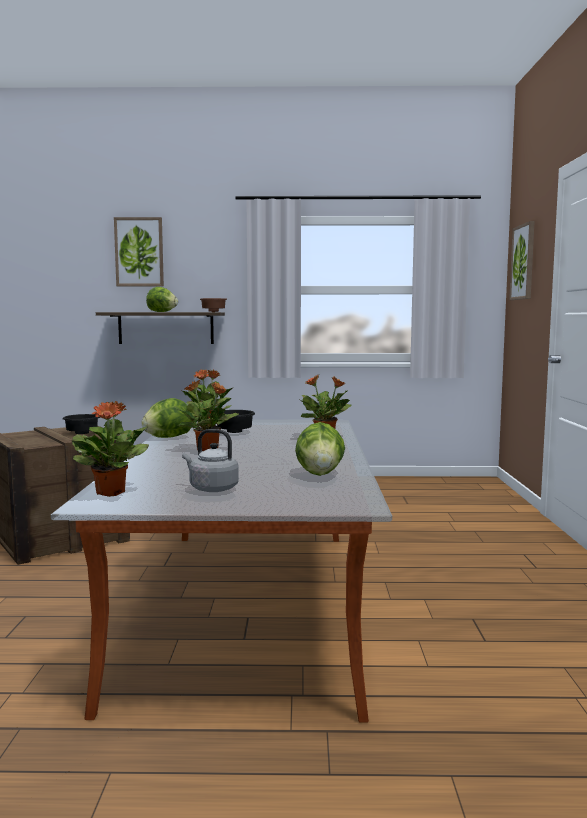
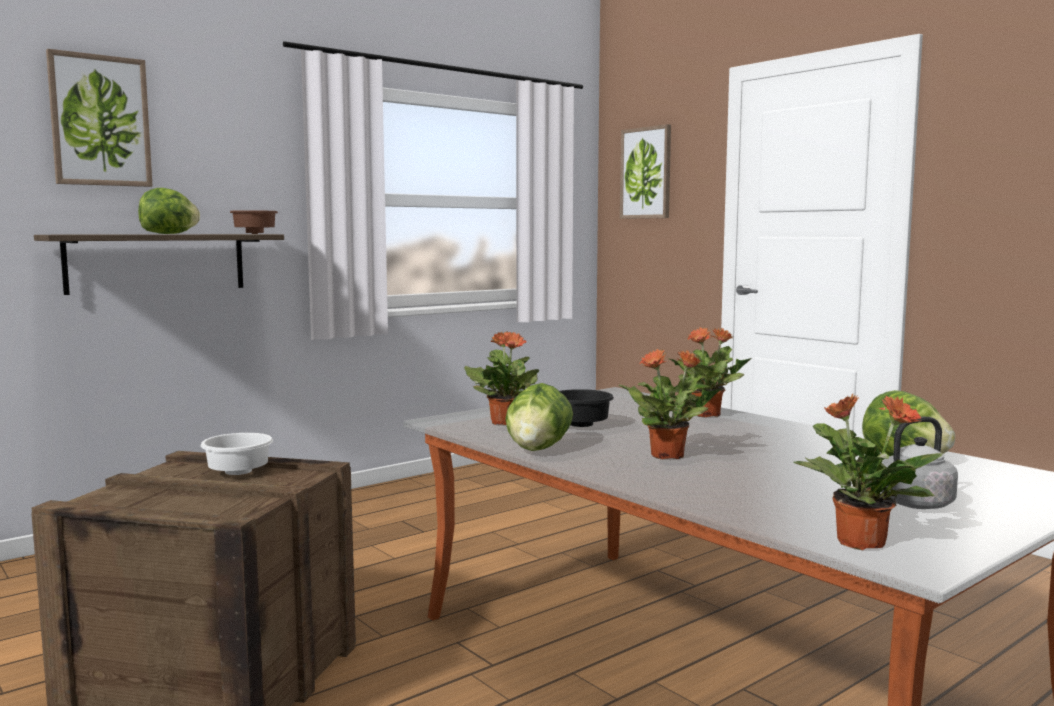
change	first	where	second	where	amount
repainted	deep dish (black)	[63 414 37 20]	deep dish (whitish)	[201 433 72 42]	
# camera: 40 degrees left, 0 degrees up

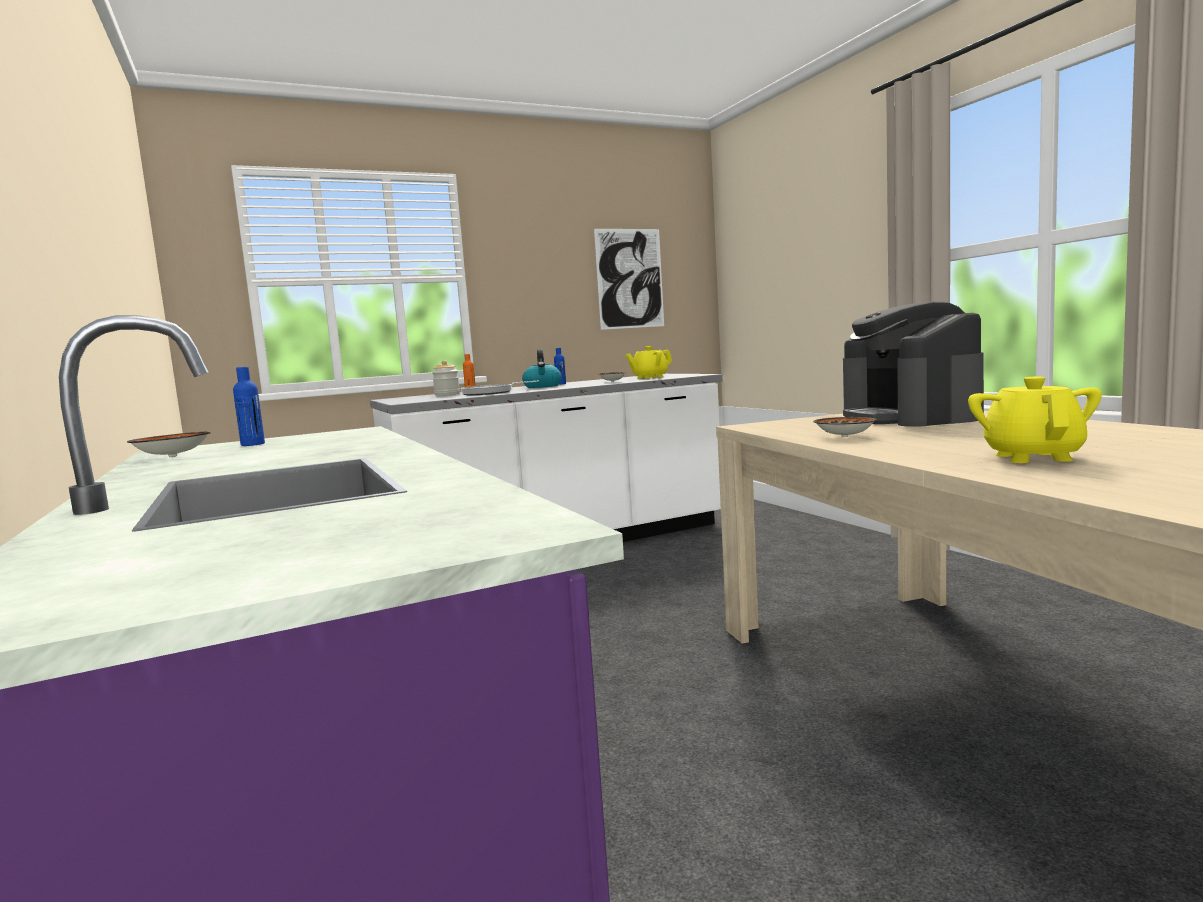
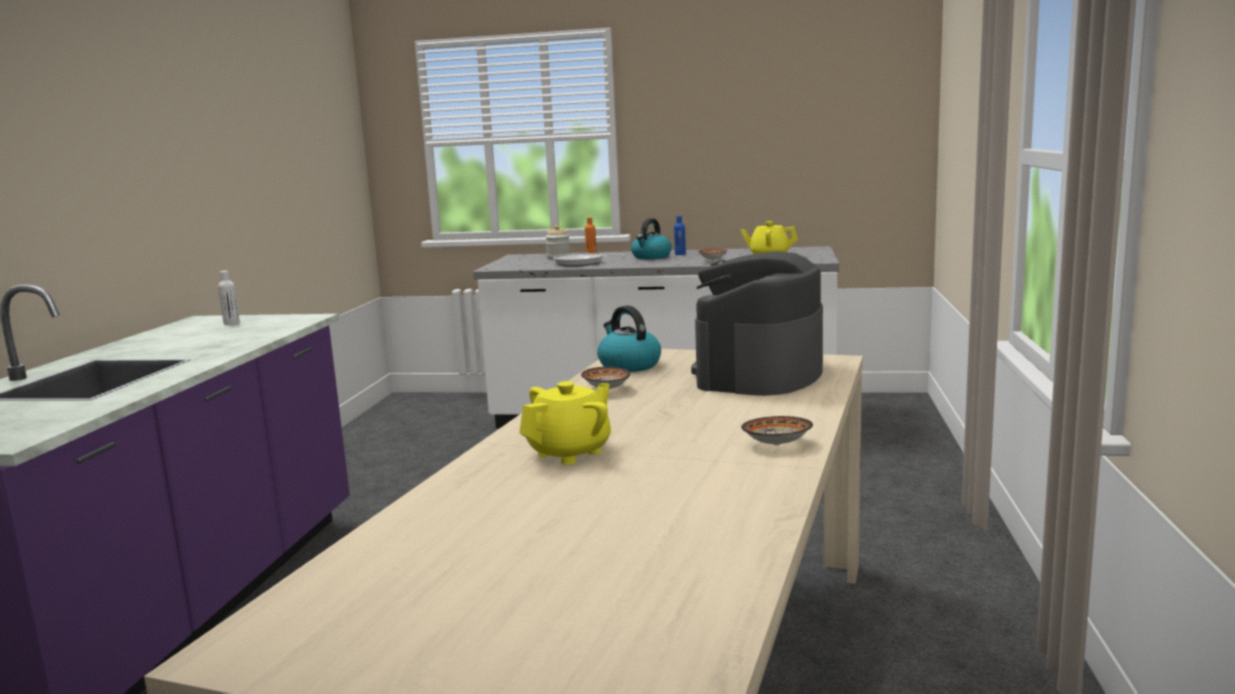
change	first	where	second	where	amount
repainted	bottle (blue-coloured)	[233 367 32 79]	bottle (whitish)	[218 271 22 54]	
new			kettle	[597 305 64 67]	
shifted	deep dish	[127 432 84 25]		[741 416 72 30]	
gone	wall art	[594 229 70 101]			
# camera: 35 degrees right, 5 degrees up

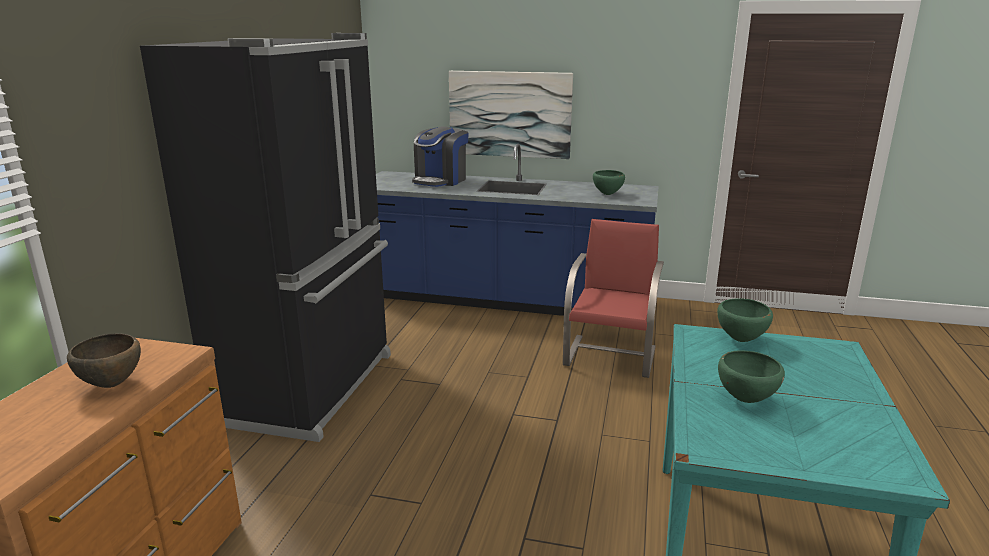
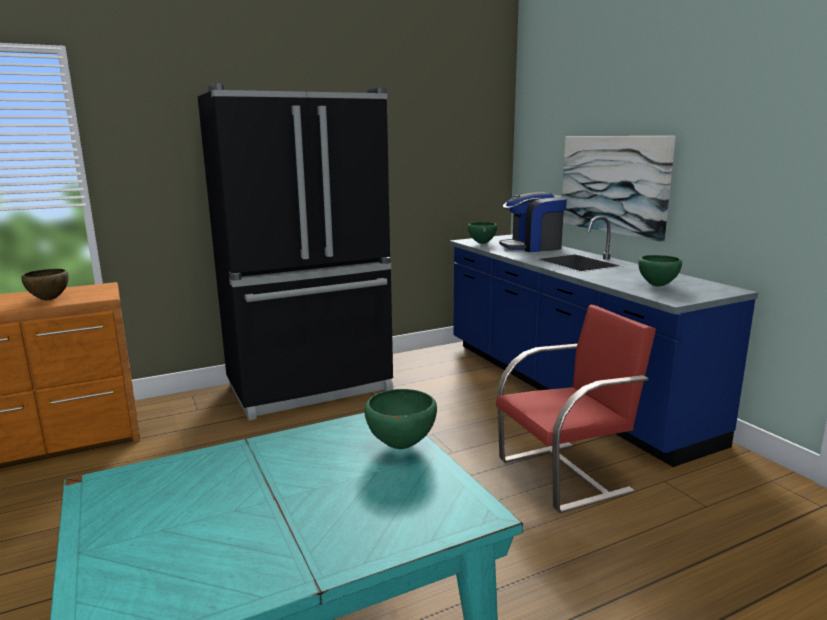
change	first	where	second	where	amount
shifted	deep dish (green-coloured)	[718 350 67 53]		[468 222 29 22]	
# camera: 50 degrees right, 5 degrees down

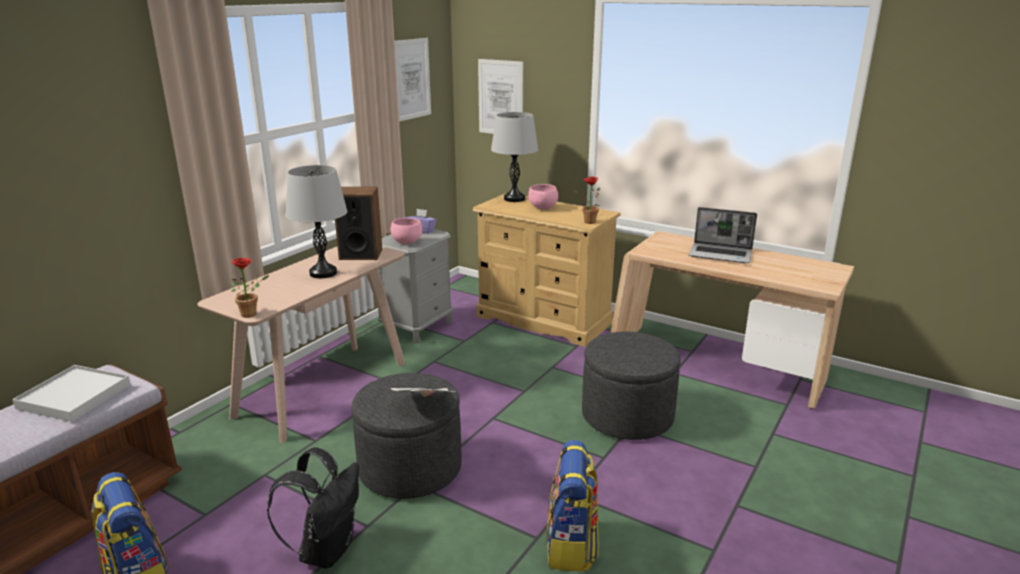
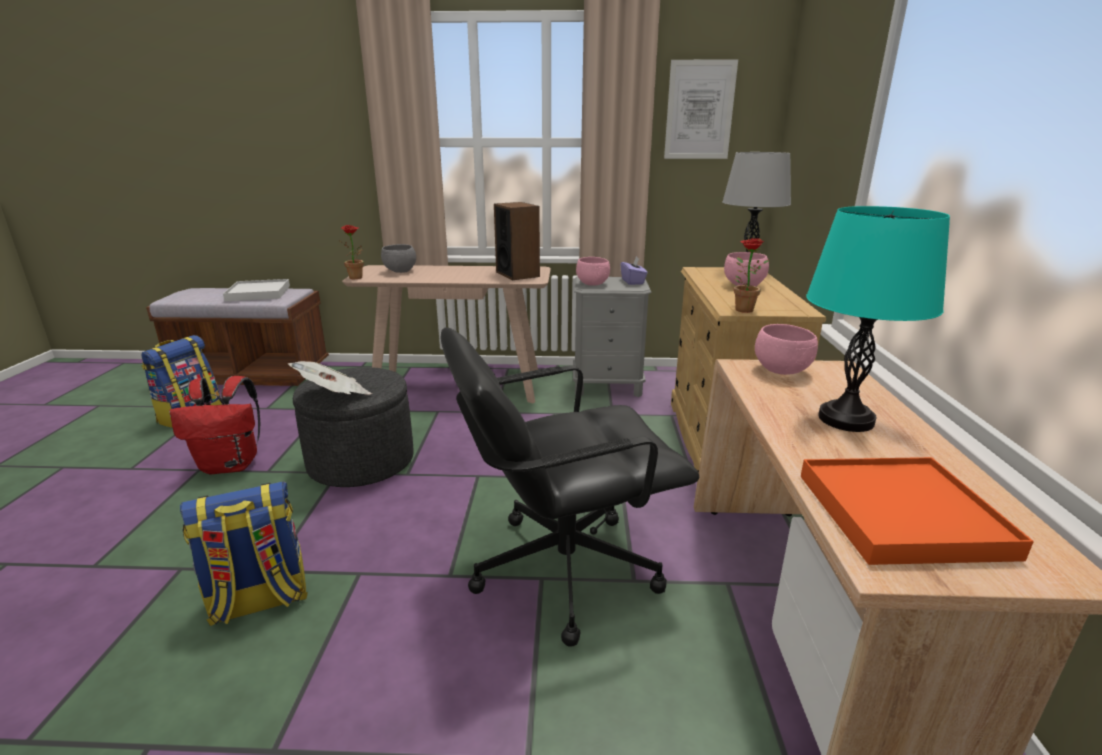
change	first	where	second	where	amount
repainted	knapsack (black)	[267 447 92 122]	knapsack (red-coloured)	[169 376 91 98]	
new			deep dish (grey)	[381 244 35 29]	
swapped	ottoman (grey)	[582 332 99 108]	office chair (black)	[441 327 258 320]	
new			deep dish (pink)	[755 324 63 51]	
new			serving tray (orange)	[801 457 233 108]	
swapped	notebook computer	[689 207 68 56]	tabletop lamp (turquoise)	[806 206 144 226]	
gone	tabletop lamp (grey)	[286 165 61 113]			
gone	wall art	[478 59 45 75]			
# camera: 60 degrees right, 0 degrees up

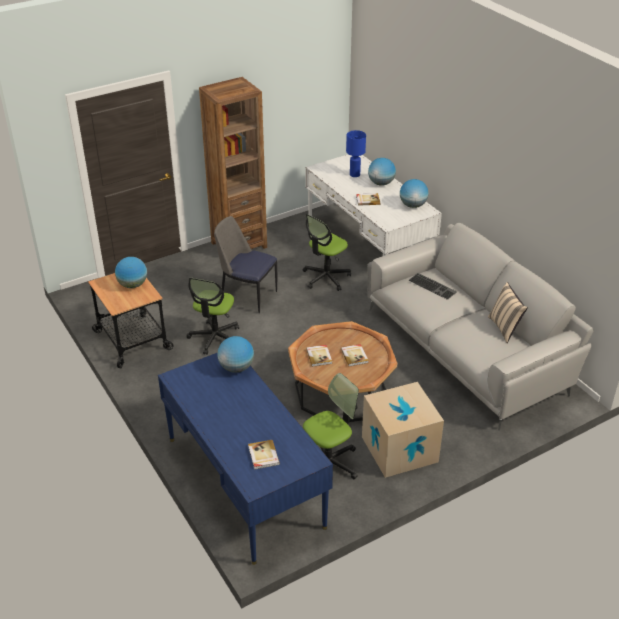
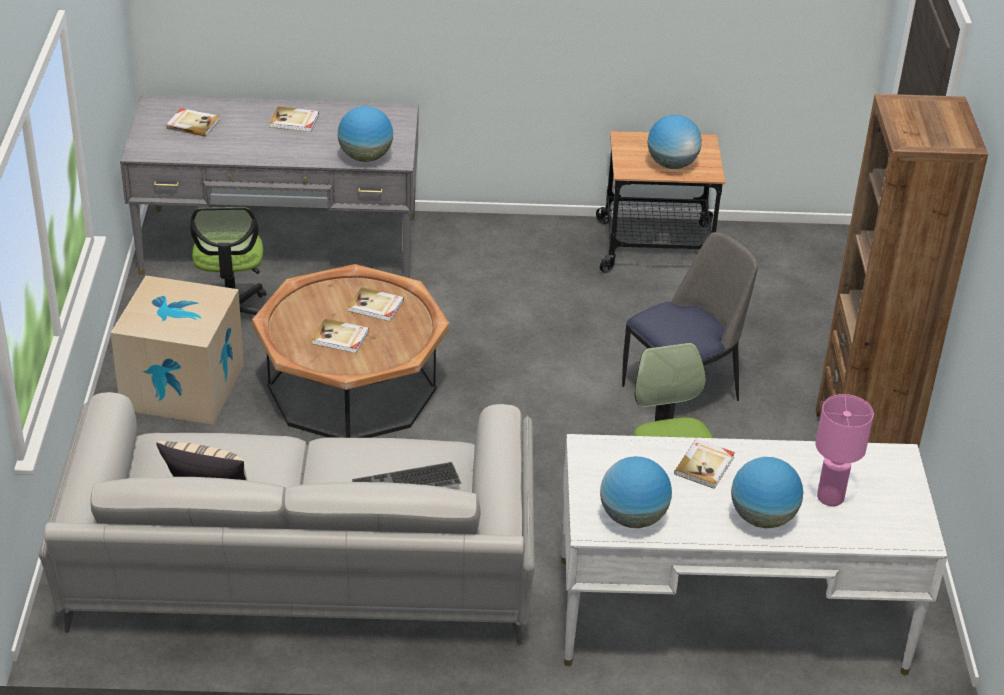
change	first	where	second	where	amount
repainted	desk unit (blue-coloured)	[158 352 175 213]	desk unit (grey)	[120 95 299 183]	
new			volume	[270 106 49 26]	
repainted	tabletop lamp (blue-coloured)	[346 130 20 47]	tabletop lamp (pink)	[816 394 58 112]	
gone	office chair	[187 278 52 77]			
# camera: 120 degrees right, 0 degrees up

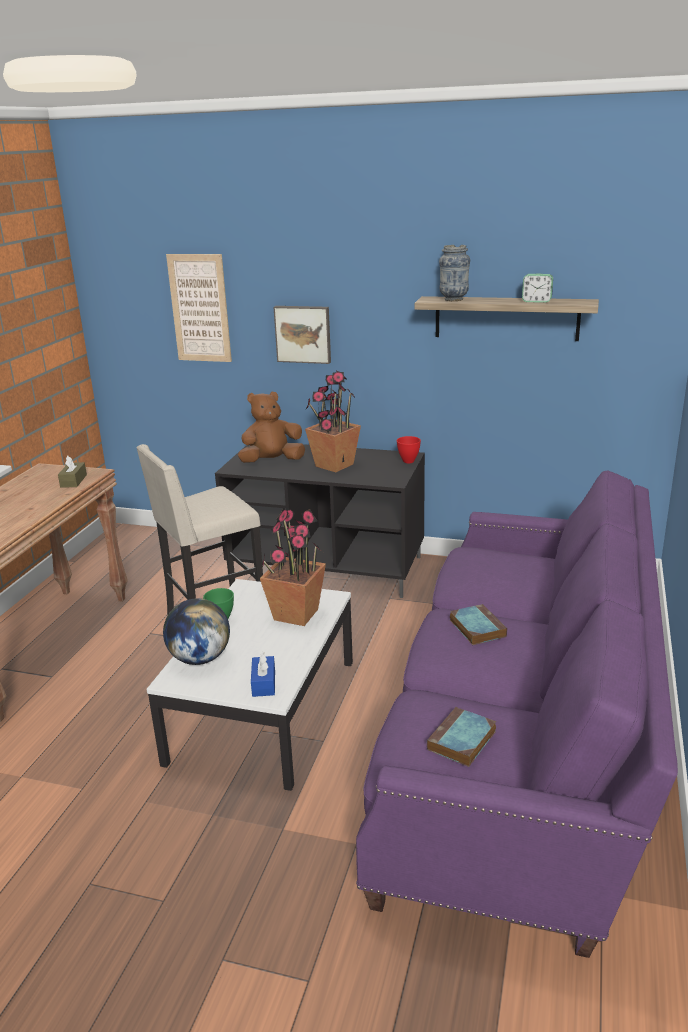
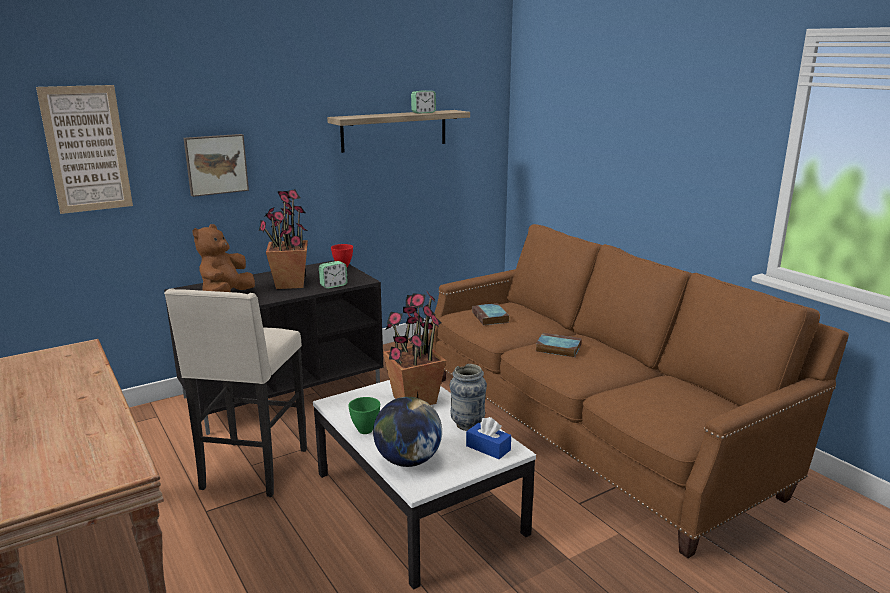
change	first	where	second	where	amount
new			bedside clock	[319 261 29 28]	
repainted	couch (purplish)	[356 470 322 488]	couch (brown)	[429 224 420 334]	
shifted	decorative vase	[439 245 31 56]		[450 364 37 67]	
shifted	volume	[427 707 69 60]		[472 303 37 22]	
gone	tissue box (brown)	[58 456 29 32]			
# camera: 50 degrees left, 5 degrees down

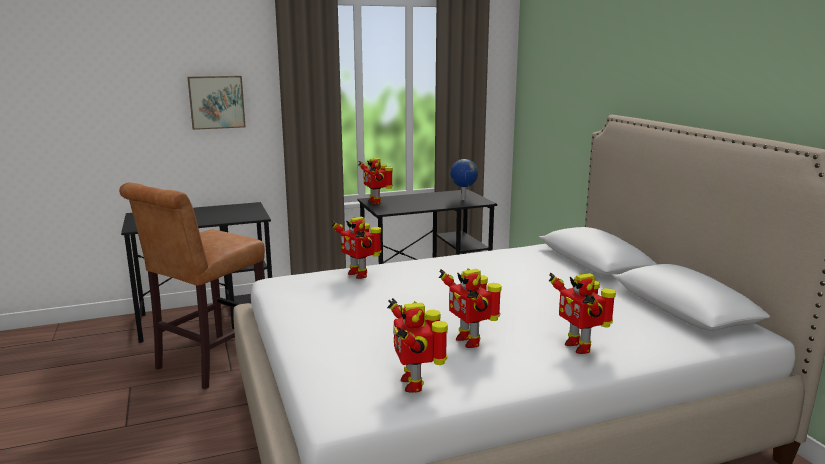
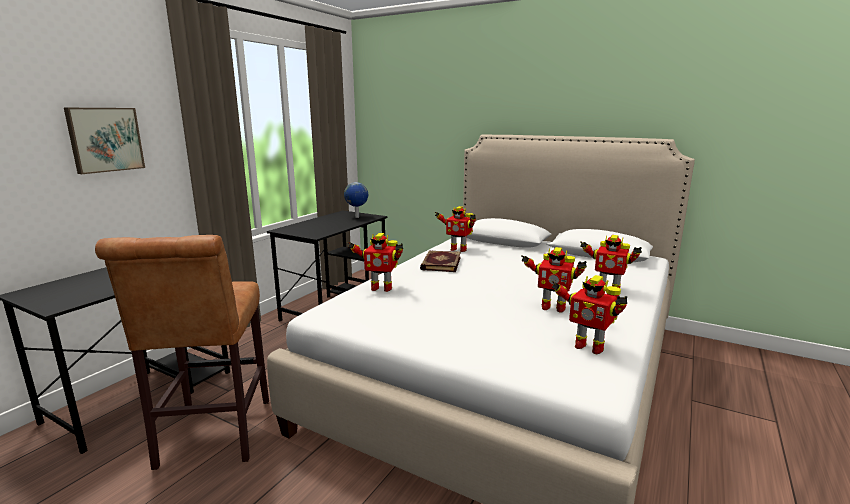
change	first	where	second	where	amount
new			volume	[420 250 41 22]	
shifted	robot figure	[358 158 35 47]		[435 206 41 46]	
# camera: 40 degrees left, 0 degrees up

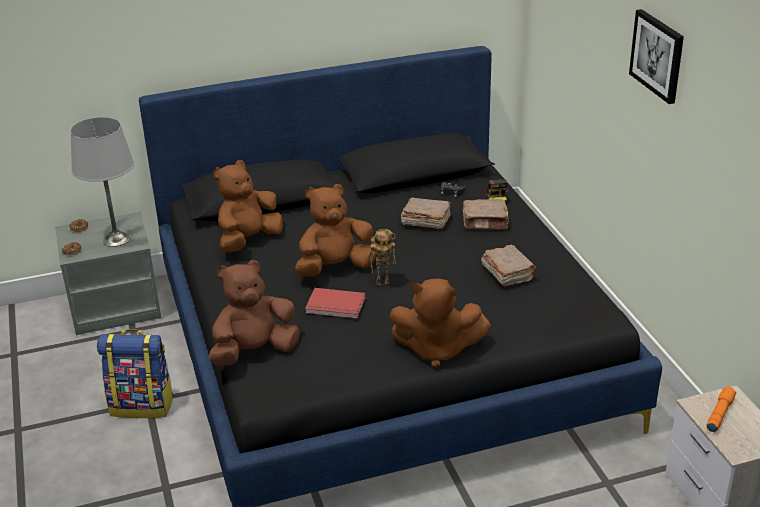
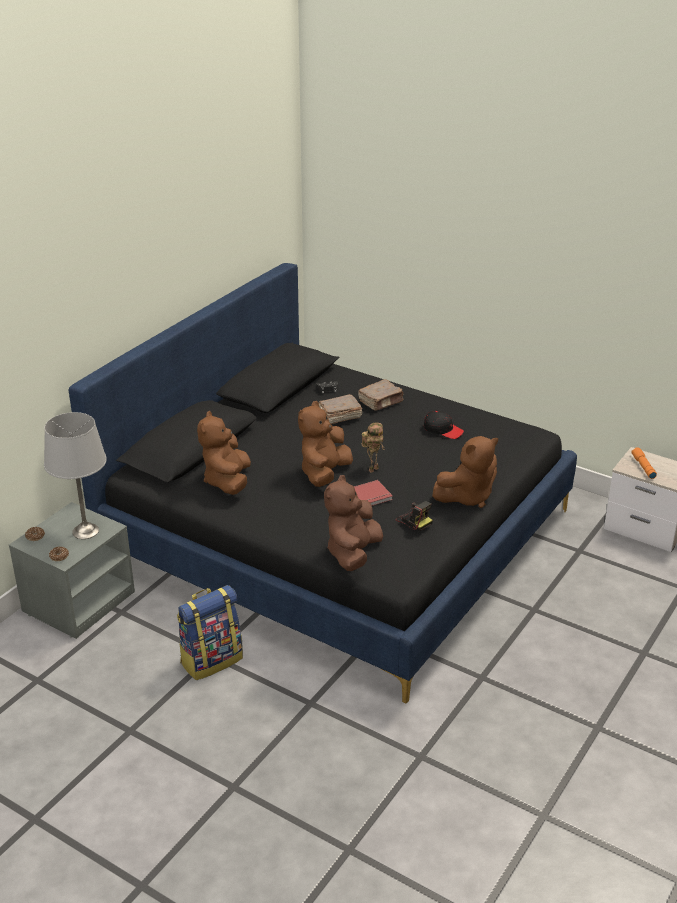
change	first	where	second	where	amount
shifted	still camera	[481 180 27 24]		[396 501 37 30]	
swapped	volume (brown)	[481 245 55 41]	baseball cap (black)	[424 410 40 29]	
gone	wall art	[629 9 55 95]			
# camera: 40 degrees left, 0 degrees up

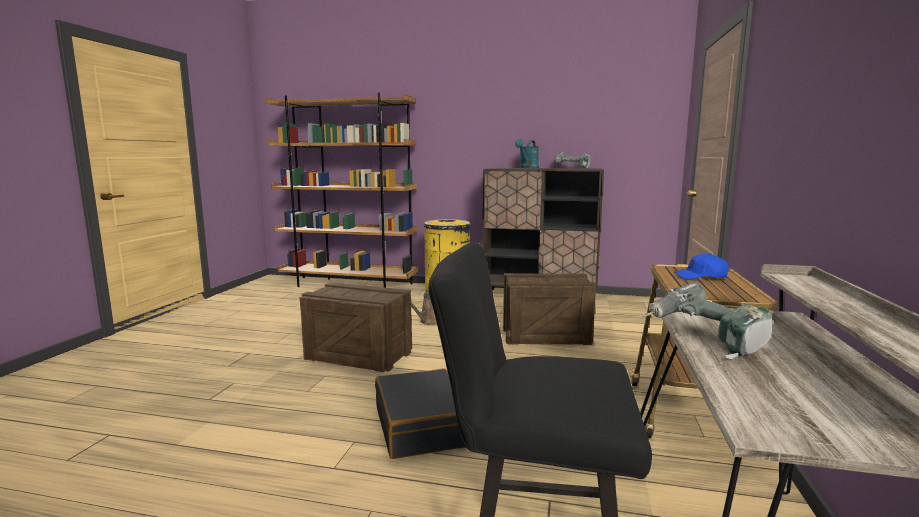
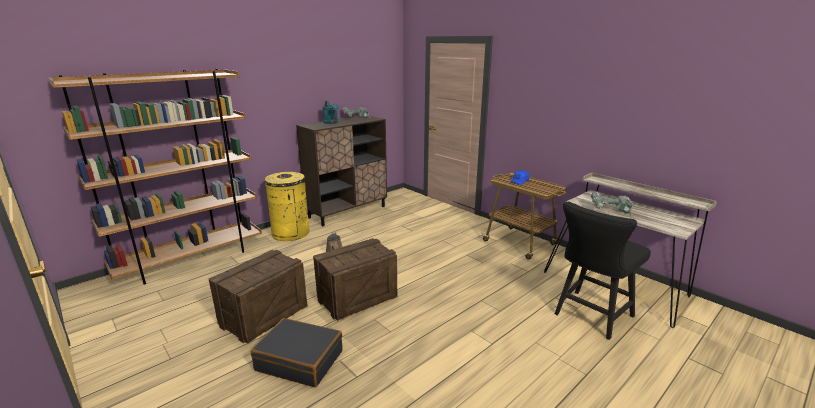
change	first	where	second	where	amount
shifted	crate	[503 273 93 72]		[209 250 99 94]	
shifted	suitcase (black)	[375 369 91 90]		[251 318 92 69]	
# camera: 55 degrees left, 10 degrees up

